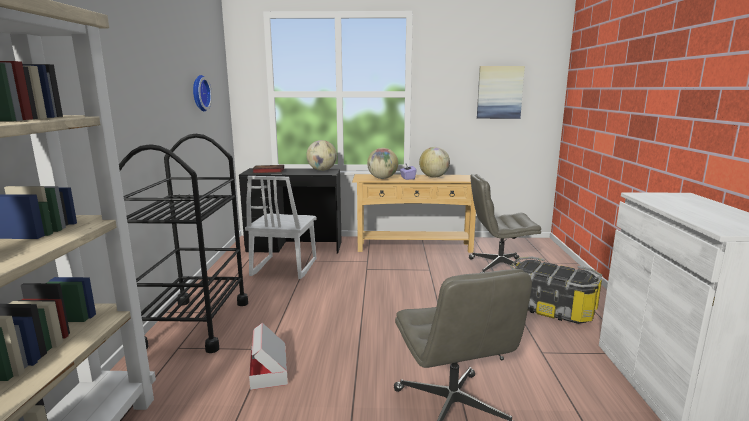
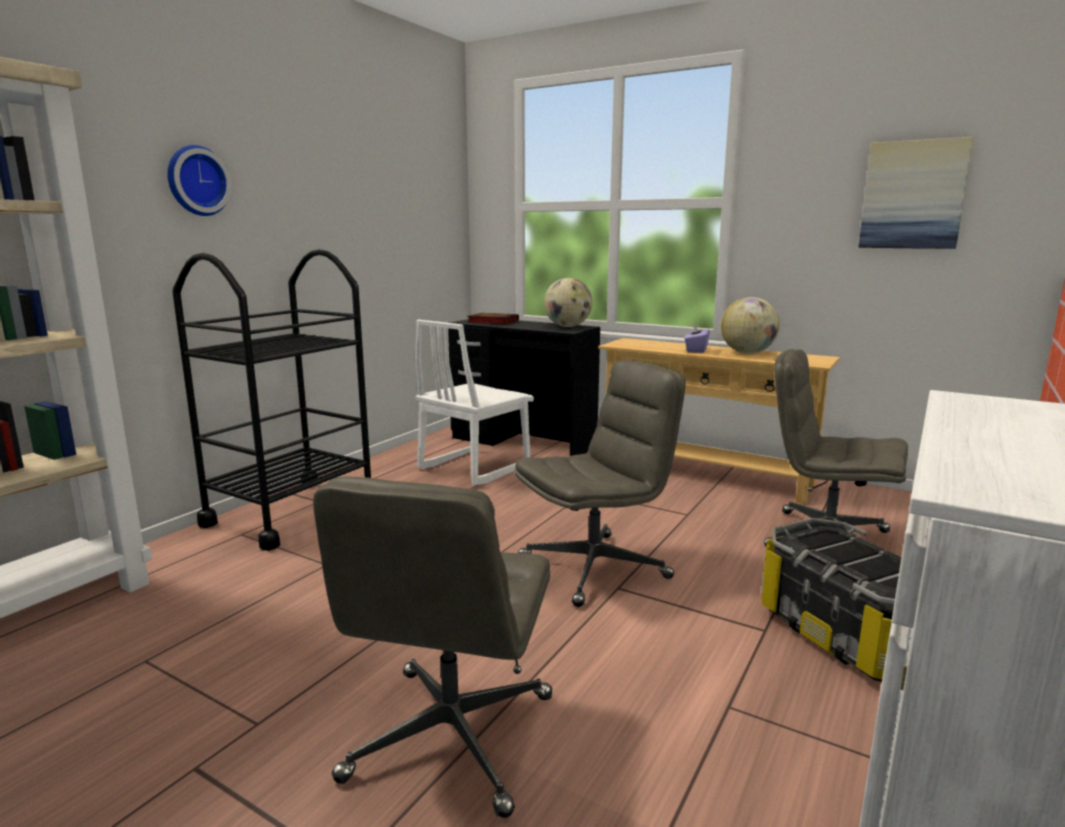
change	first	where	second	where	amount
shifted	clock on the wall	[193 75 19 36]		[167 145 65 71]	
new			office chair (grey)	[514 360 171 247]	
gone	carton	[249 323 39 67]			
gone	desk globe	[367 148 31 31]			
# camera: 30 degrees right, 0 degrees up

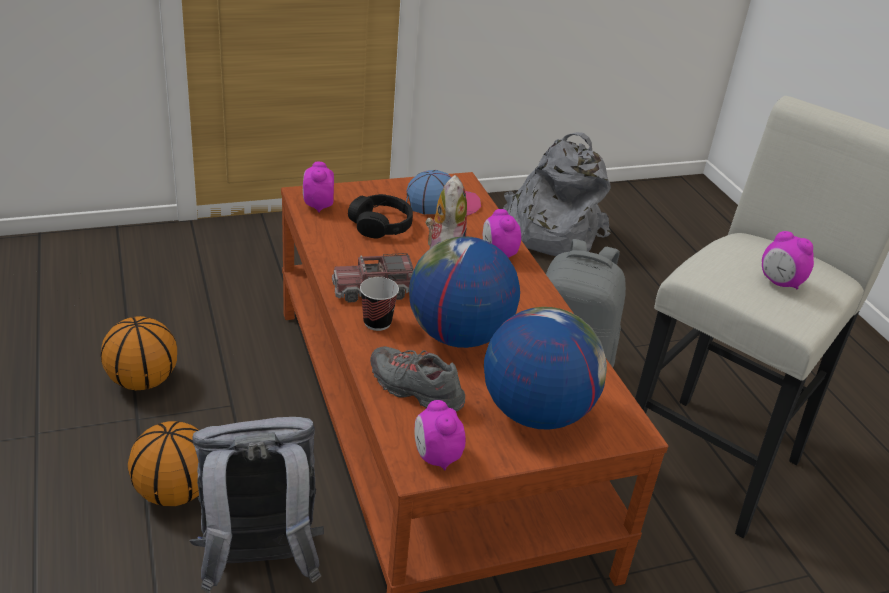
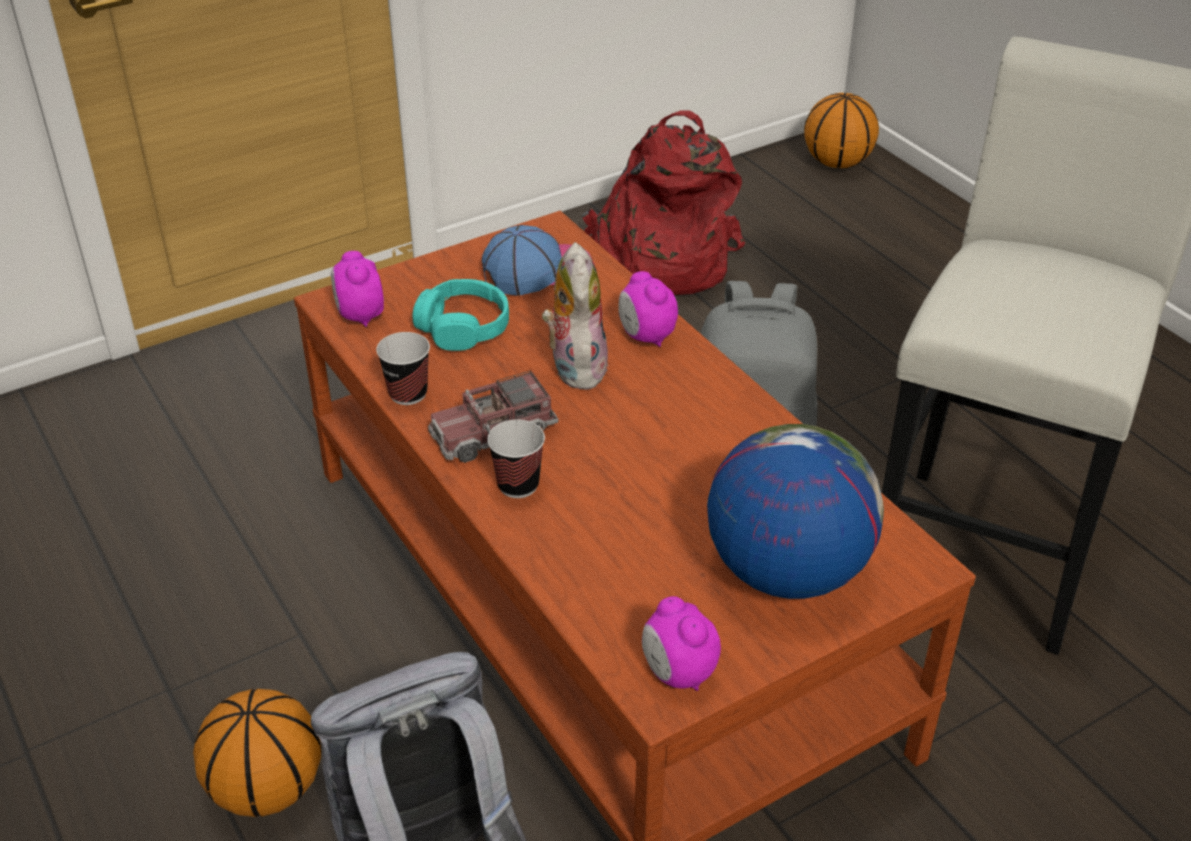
change	first	where	second	where	amount
new			cup	[376 332 54 73]	
repainted	pair of headphones (black)	[348 194 65 44]	pair of headphones (turquoise)	[413 279 96 72]	
repainted	knapsack (grey)	[503 132 108 124]	knapsack (red-coloured)	[582 110 163 185]	
shifted	basketball	[101 316 76 74]		[804 93 75 75]	
gone	item of footwear (grey)	[370 346 95 66]			
gone	desk globe	[409 236 111 112]			
gone	bedside clock	[762 231 52 58]			
# camera: 10 degrees left, 5 degrees up

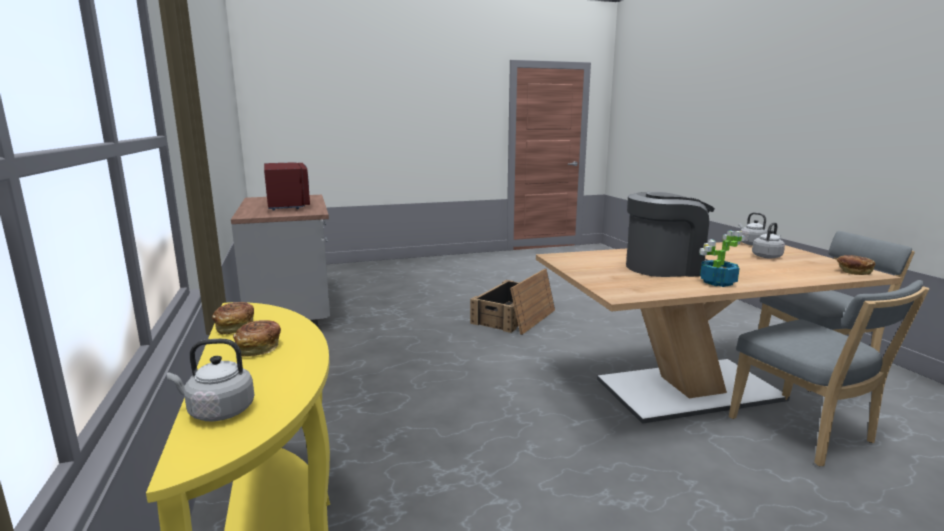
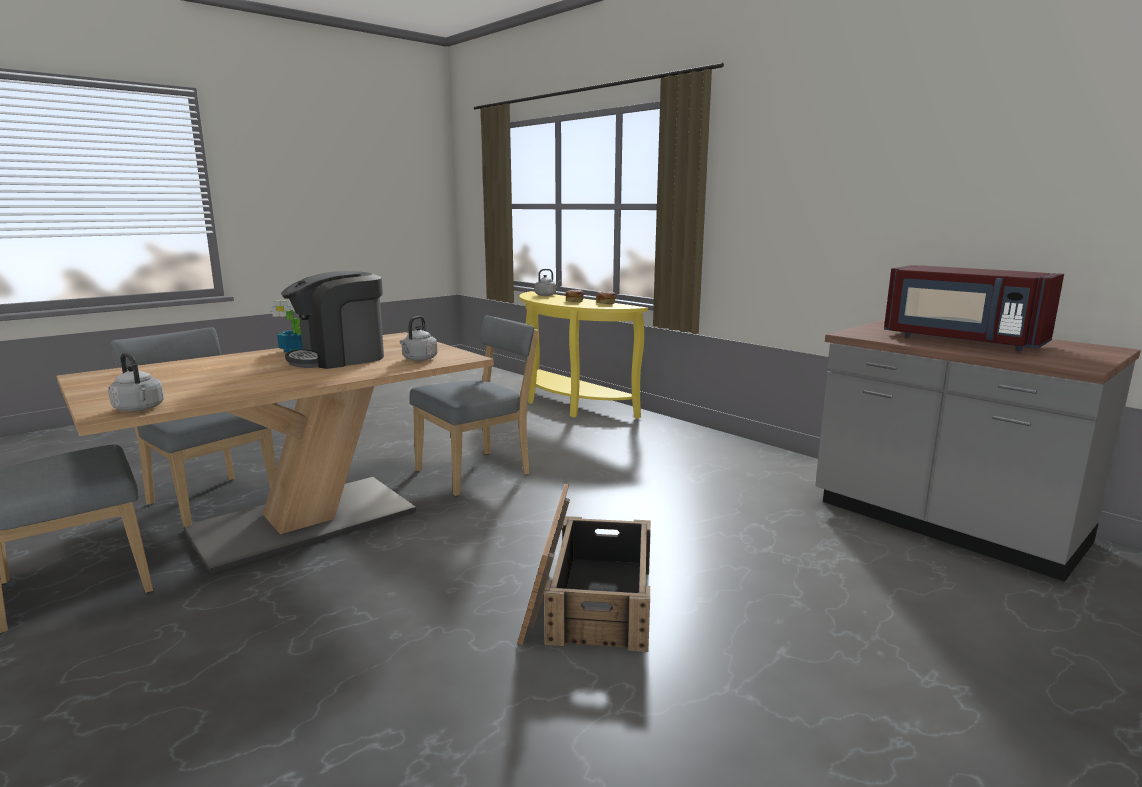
change	first	where	second	where	amount
shifted	kettle (grey)	[752 222 33 37]		[399 316 39 45]	
new			upright chair (grey)	[409 316 129 180]	
gone	baked bread	[837 255 38 20]			
# camera: 155 degrees right, 0 degrees up

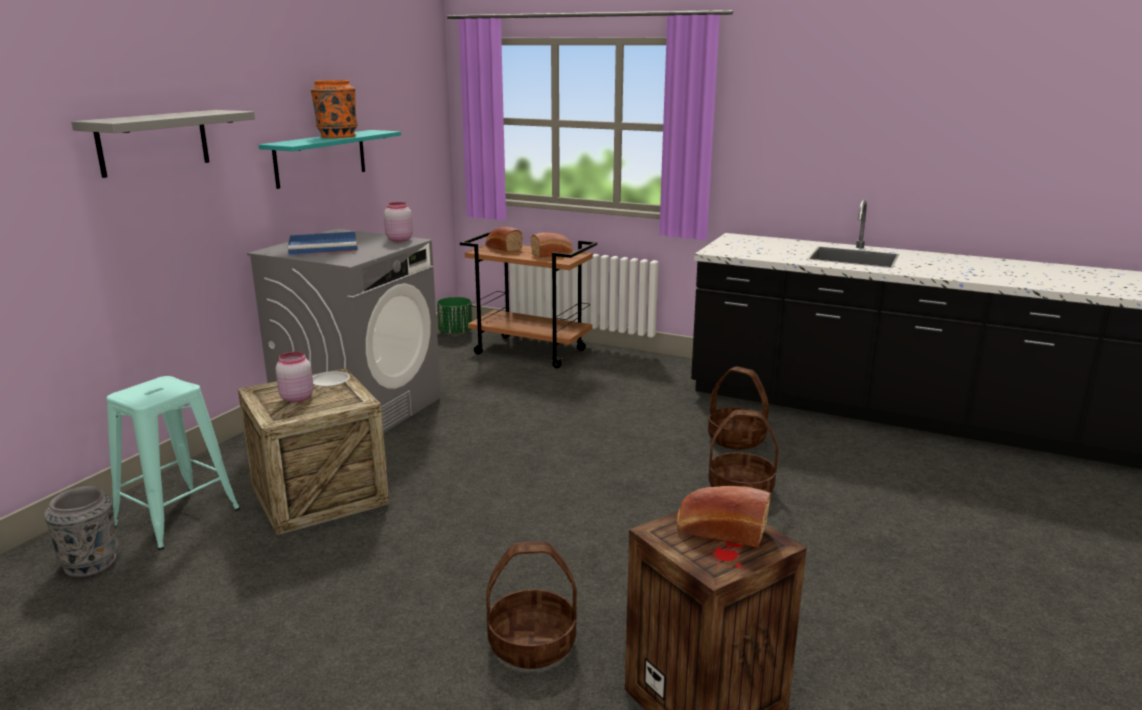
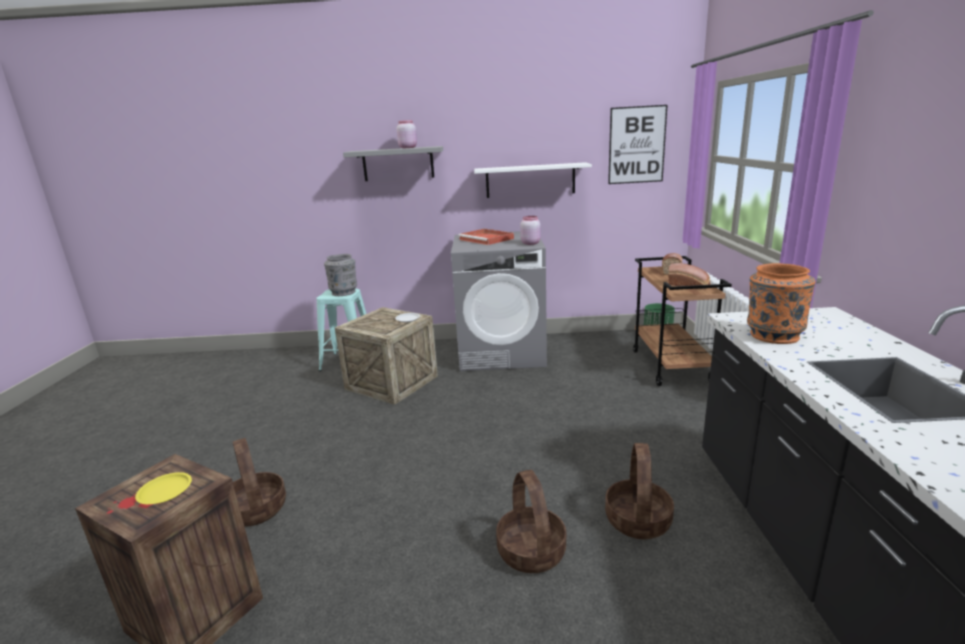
change	first	where	second	where	amount
swapped	baked bread	[677 486 94 62]	dinner plate (yellow)	[135 472 57 32]	
shifted	decorative vase (grey)	[44 486 75 91]		[324 254 33 42]	
shifted	storage jar (pink)	[275 352 39 50]		[397 120 20 28]	
repainted	serving tray (blue-coloured)	[288 232 70 23]	serving tray (red-coloured)	[458 229 56 16]	
repainted	wall shelf (turquoise)	[259 130 142 59]	wall shelf (whitish)	[474 162 118 36]	
new			wall art	[608 105 60 79]	
shifted	decorative vase (orange)	[311 80 47 58]		[747 263 68 81]	
# camera: 65 degrees right, 0 degrees up

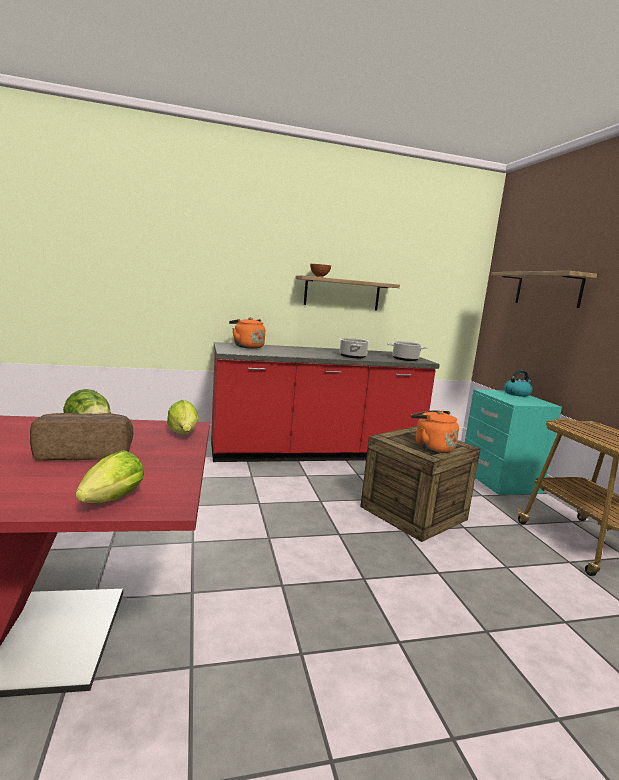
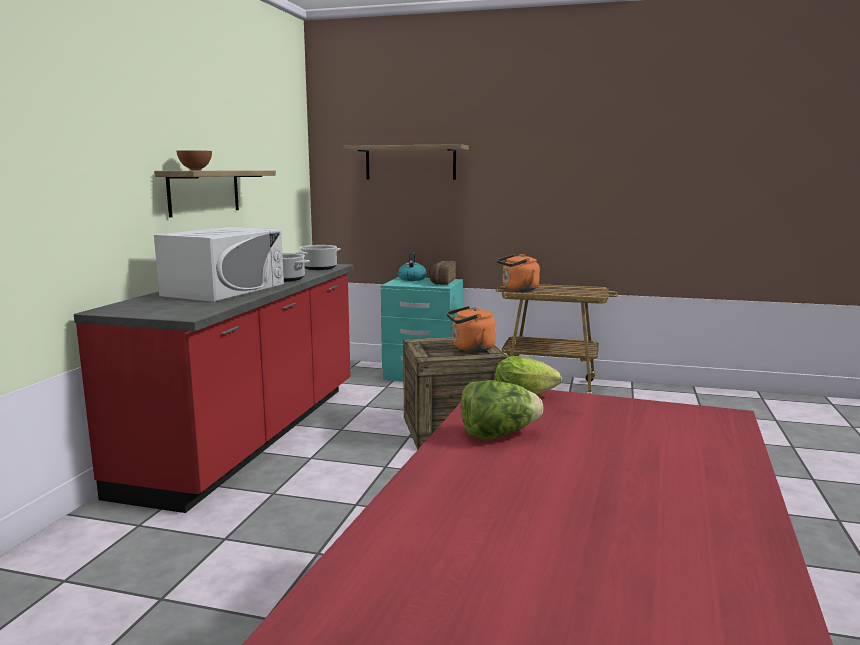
change	first	where	second	where	amount
new			microwave (whitish)	[154 227 130 75]	
shifted	baked bread	[30 413 103 48]		[429 261 27 24]	
shifted	kettle (orange)	[229 317 36 32]		[497 254 43 37]	
gone	head of lettuce	[76 450 68 53]			
# camera: 60 degrees left, 0 degrees up

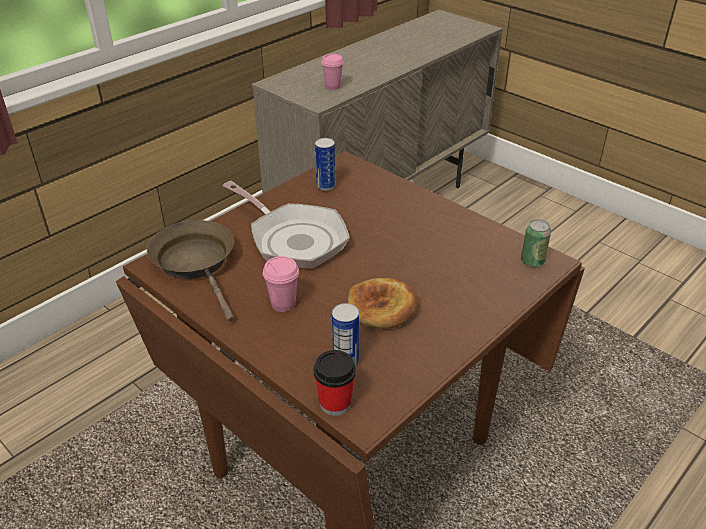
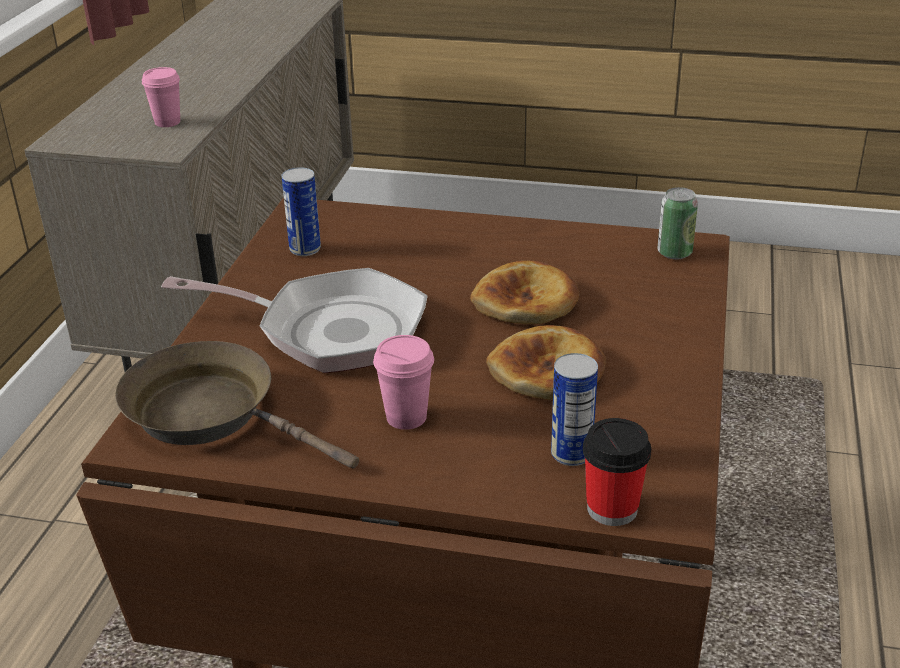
change	first	where	second	where	amount
new			baked bread	[470 261 109 63]	
# camera: 30 degrees left, 5 degrees down

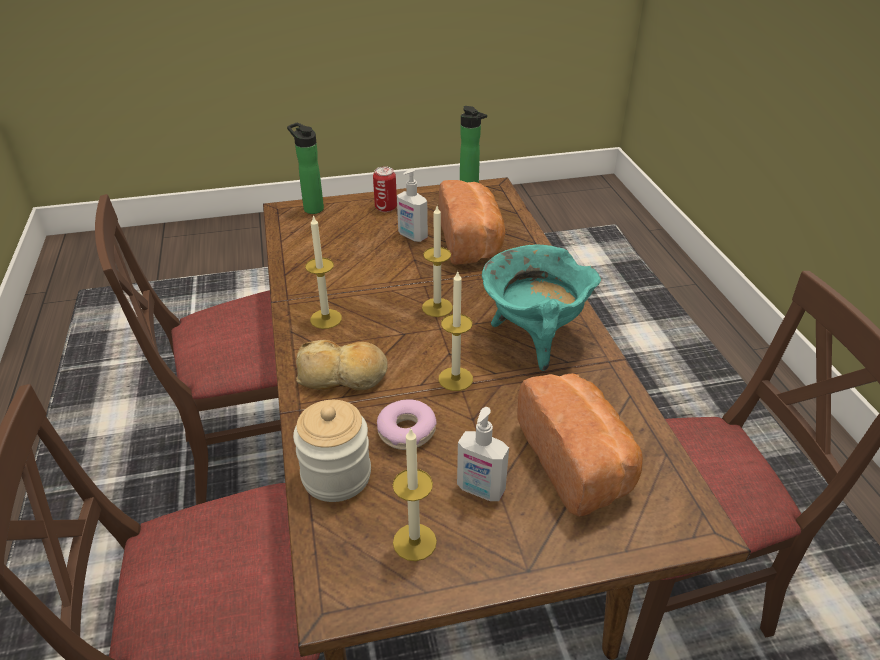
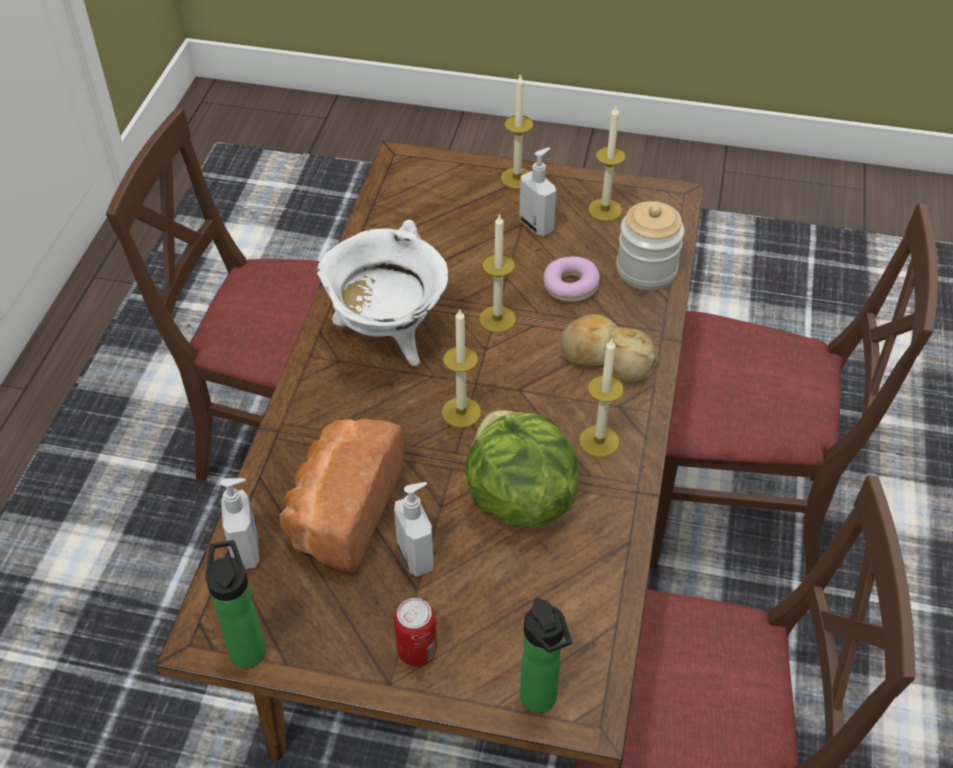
change	first	where	second	where	amount
new			liquid soap bottle	[221 478 38 91]	
repainted	cooking pot (turquoise)	[482 244 119 127]	cooking pot (whitish)	[317 220 131 146]	
new			head of lettuce	[466 410 113 118]	
new			candle	[501 74 32 115]	
gone	baked bread	[517 373 126 144]			
# camera: 155 degrees left, 10 degrees up

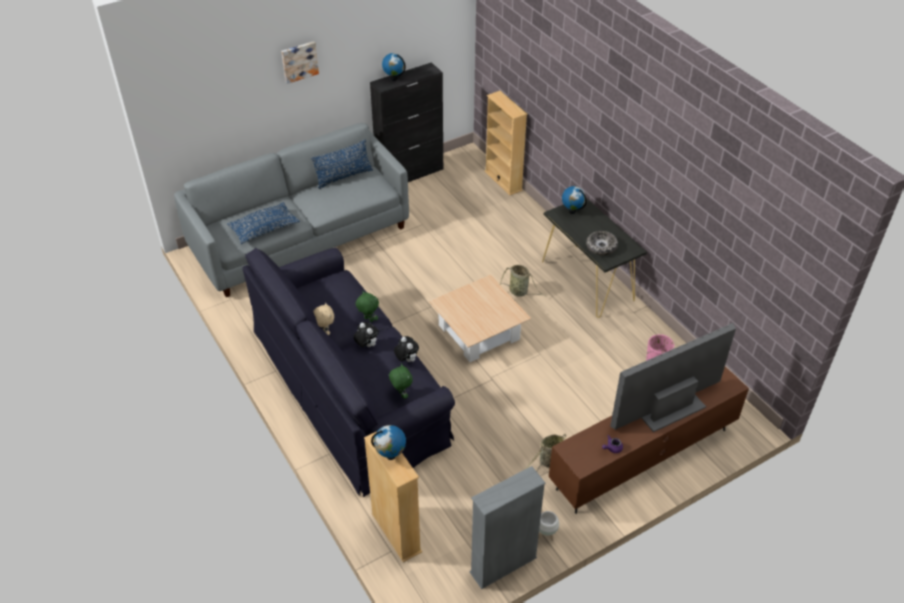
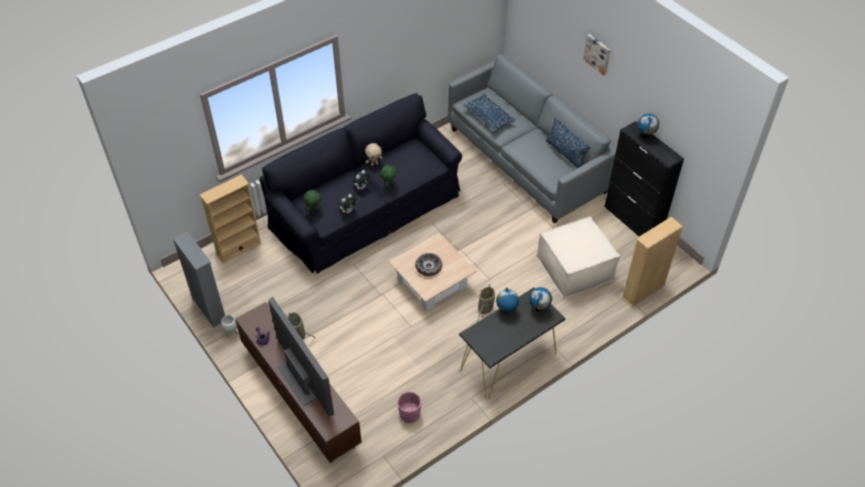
change	first	where	second	where	amount
shifted	deep dish	[586 231 32 25]		[415 253 27 23]	
shifted	desk globe	[371 425 35 35]		[496 288 23 25]	
new			ottoman (sand-coloured)	[536 216 85 83]	
# camera: 85 degrees right, 5 degrees up

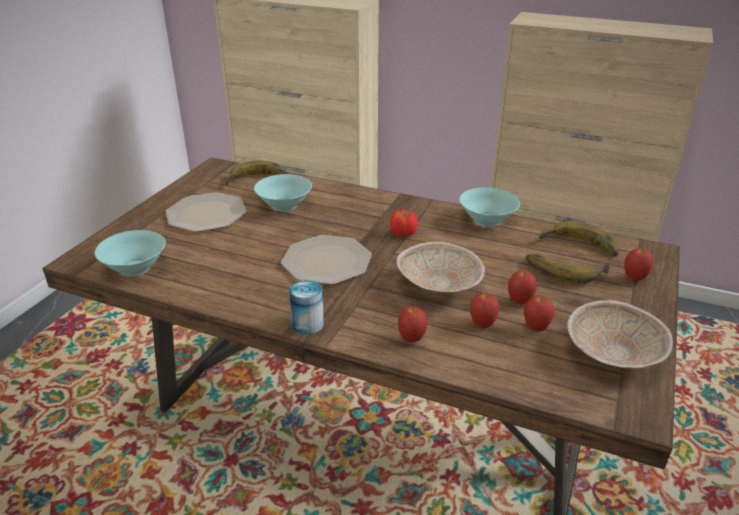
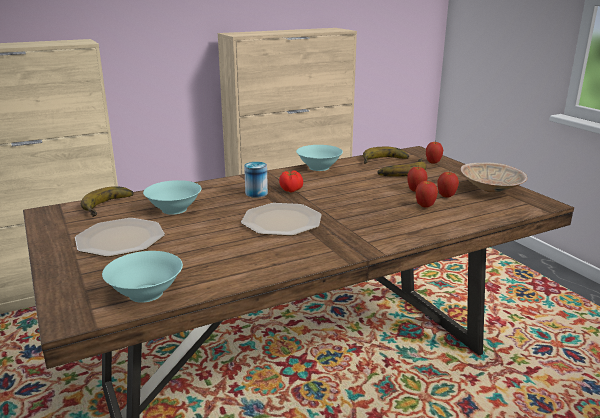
change	first	where	second	where	amount
shifted	sealed can	[289 280 35 55]		[244 162 24 36]	
gone	deep dish (sand-coloured)	[396 242 89 51]			
gone	whole apple	[398 306 30 37]			
# camera: 50 degrees left, 10 degrees down

